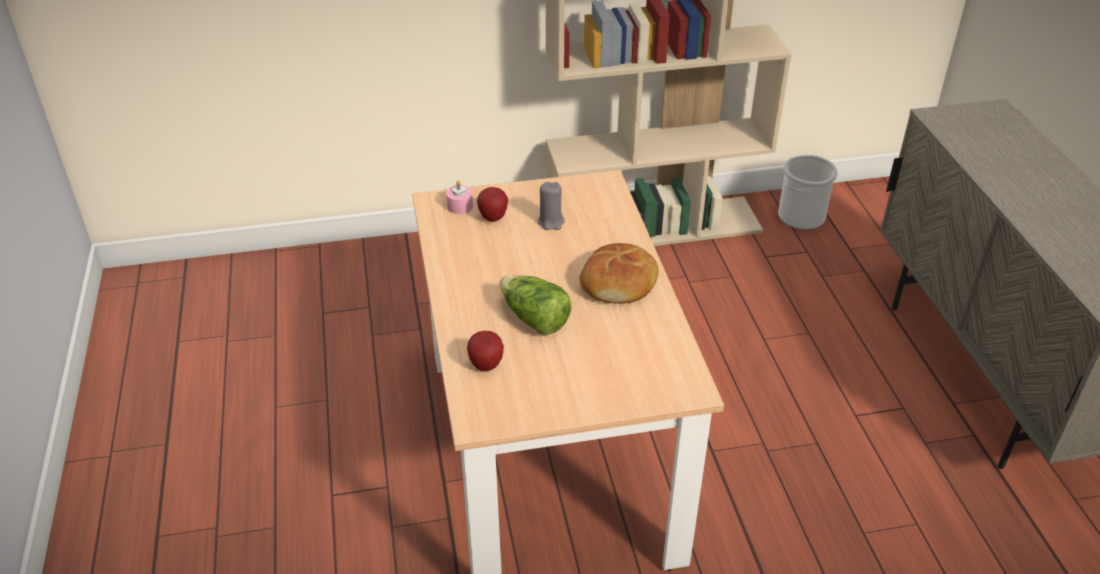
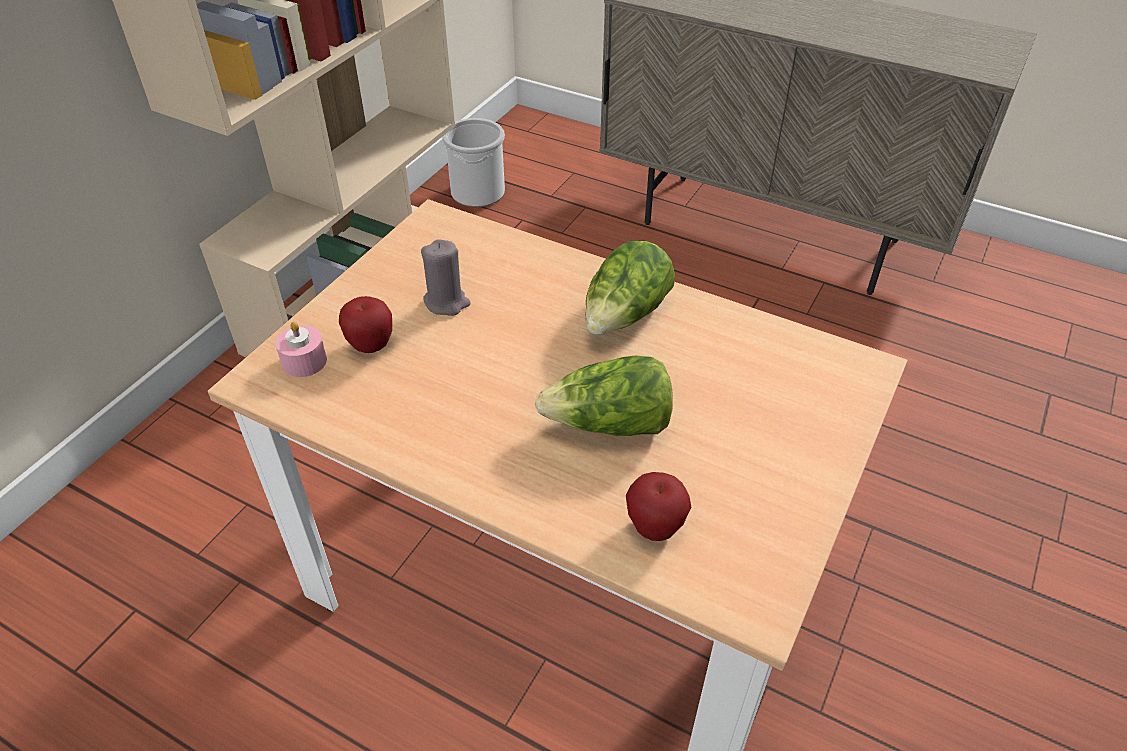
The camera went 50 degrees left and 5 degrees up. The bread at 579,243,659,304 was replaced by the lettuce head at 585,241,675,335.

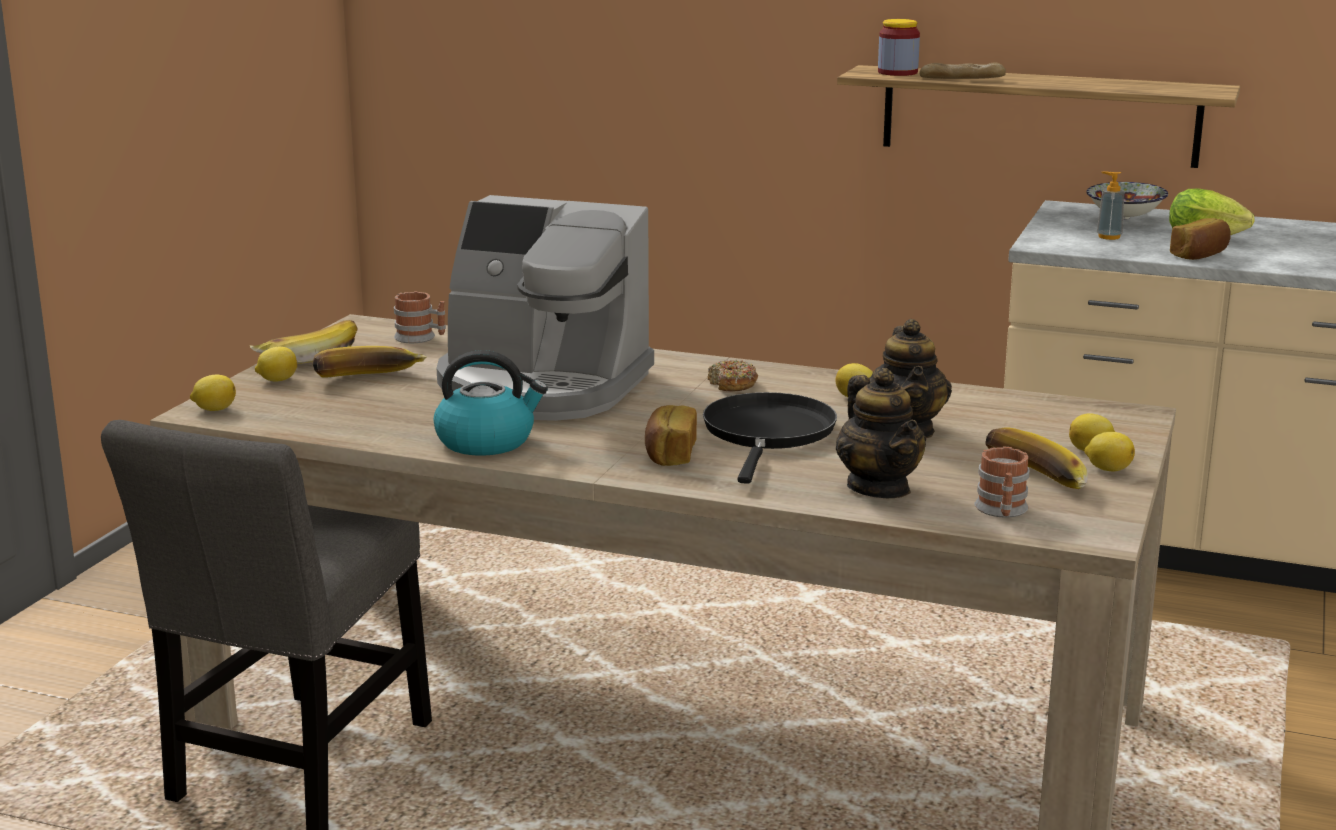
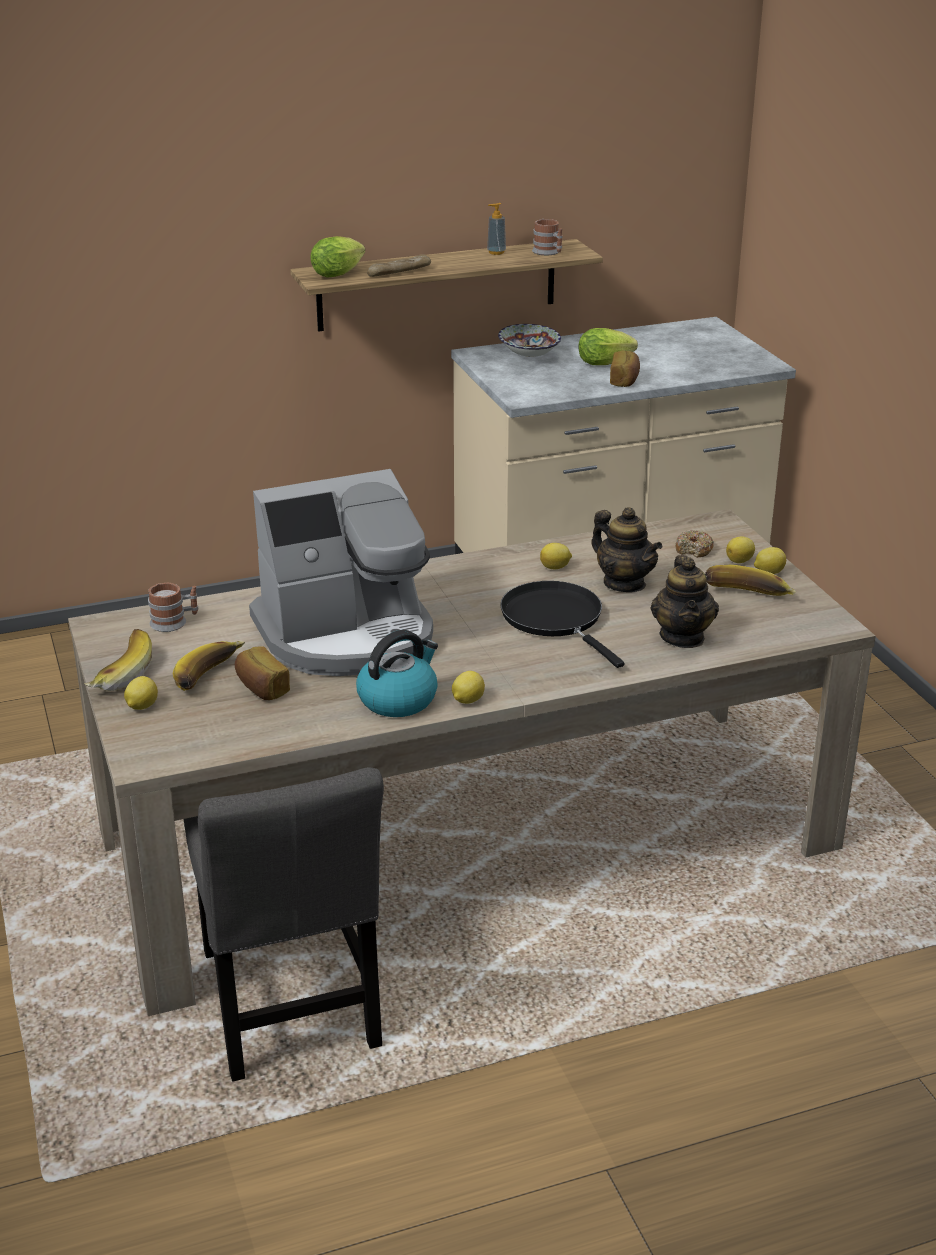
The camera went 40 degrees left and 10 degrees up. The bread moved from 645,405,697,466 to 235,646,290,700. The storage jar at 878,19,920,76 was replaced by the lettuce head at 310,236,365,277. The lemon moved from 190,375,236,411 to 452,671,485,704. The soap dispenser moved from 1097,171,1124,240 to 487,203,506,255. The tea mug moved from 975,446,1029,517 to 532,219,563,255. The teapot at 836,368,926,498 turned 60 degrees clockwise. The donut moved from 708,360,758,392 to 675,530,714,558.

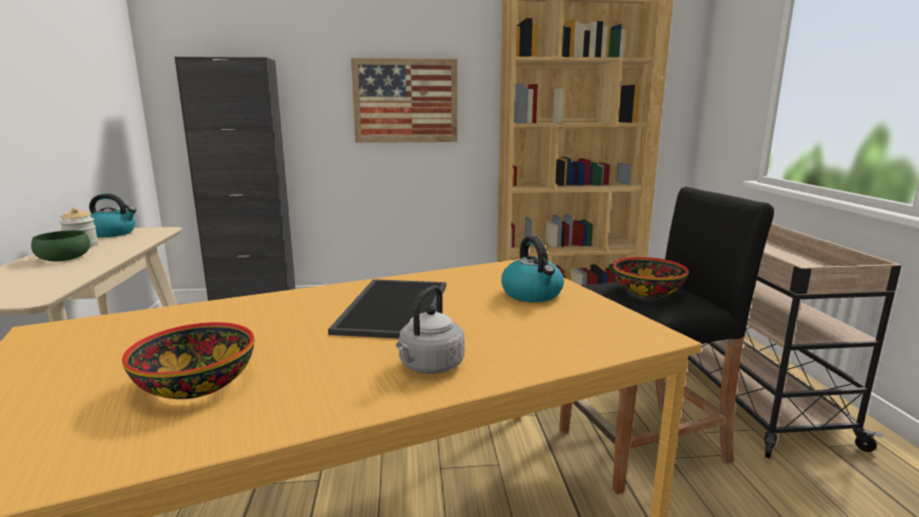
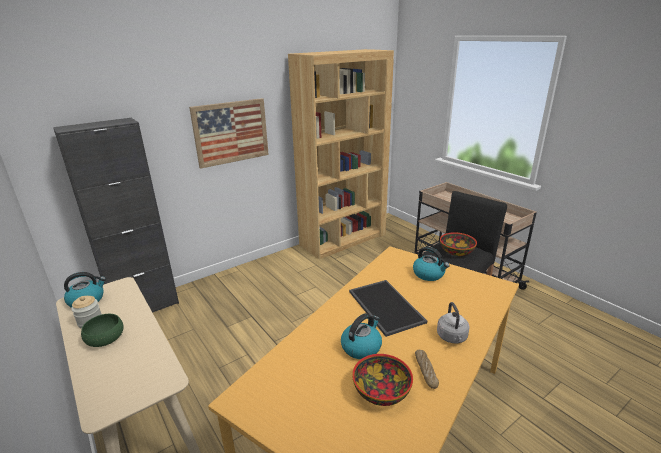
The camera went 30 degrees left and 10 degrees up. The water kettle at 341,313,382,359 appeared. The bread at 415,350,439,389 appeared.

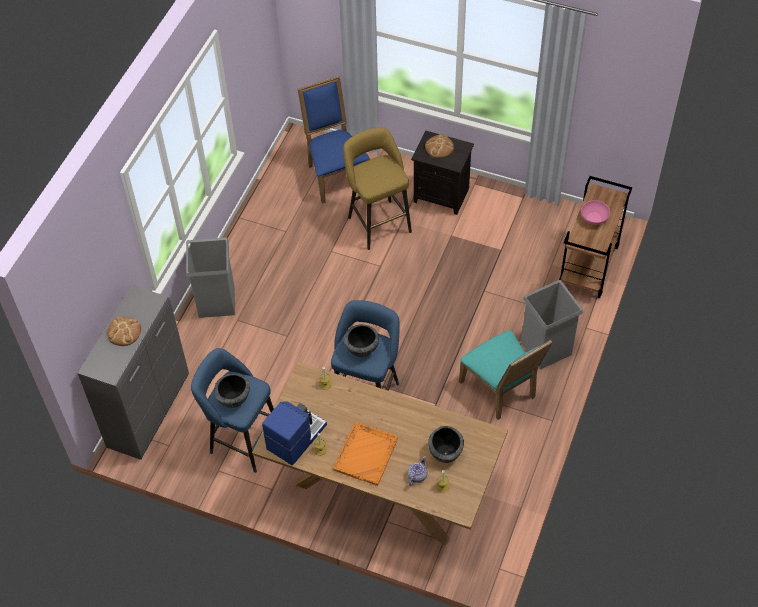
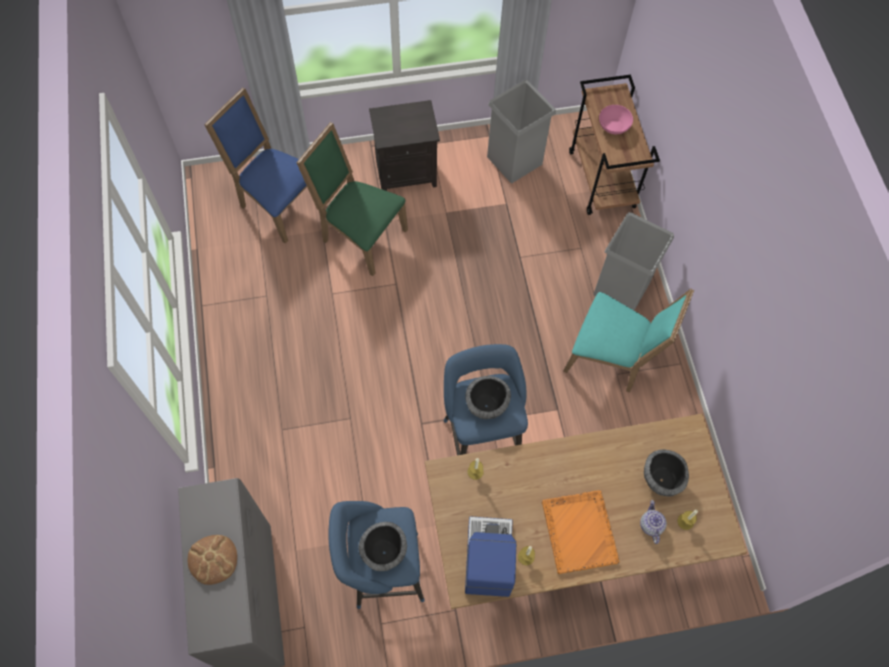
The camera went 35 degrees left and 10 degrees up. The yellowish sitting stool at 343,127,412,250 was replaced by the greenish upright chair at 296,122,408,276. The gray trash can moved from 186,237,235,318 to 487,80,556,183. The bread at 425,134,454,158 disappeared.

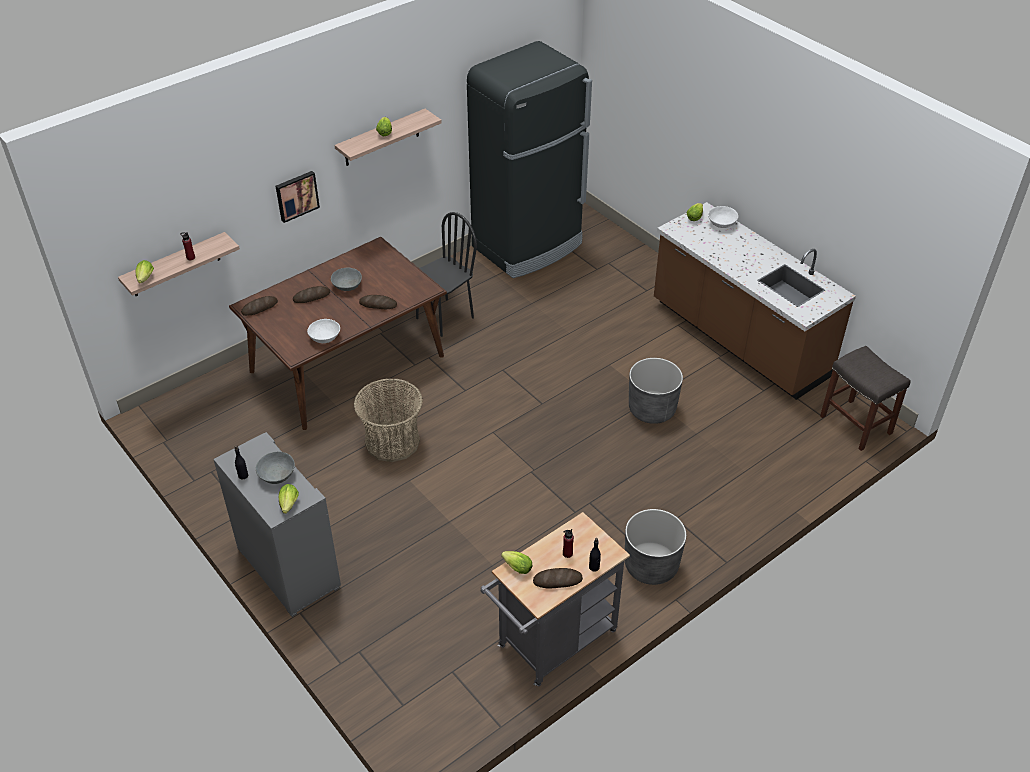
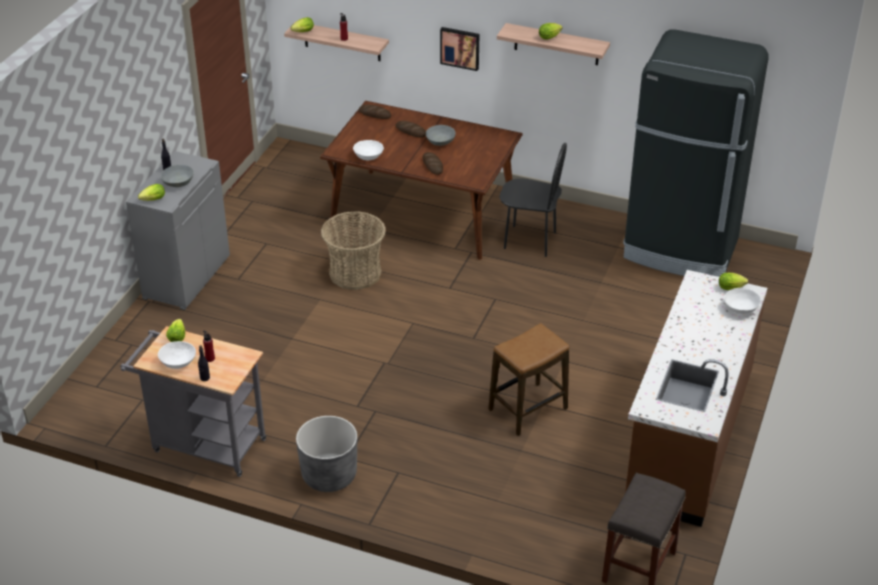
The camera went 60 degrees right and 5 degrees down. The bread at 533,568,583,589 was replaced by the white serving bowl at 158,341,196,369. The gray plant pot at 629,358,683,424 was replaced by the sitting stool at 488,323,569,436.

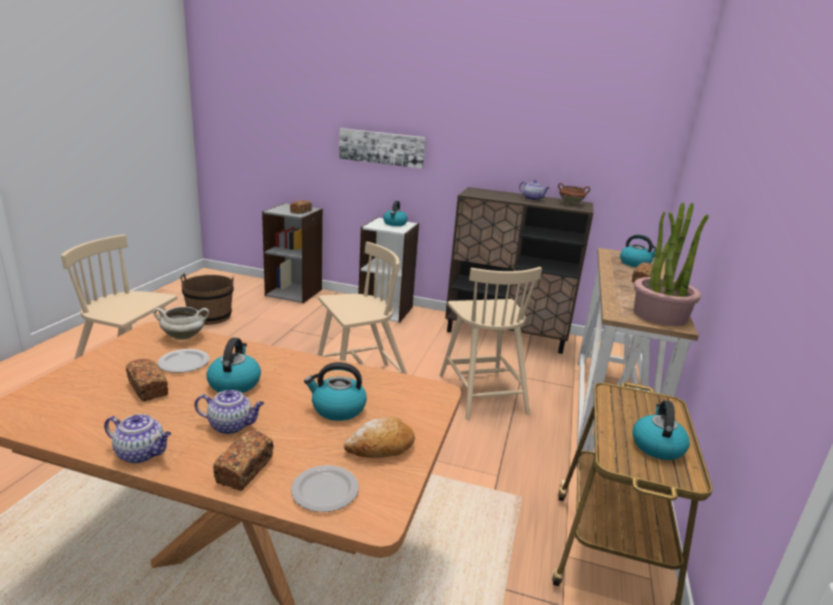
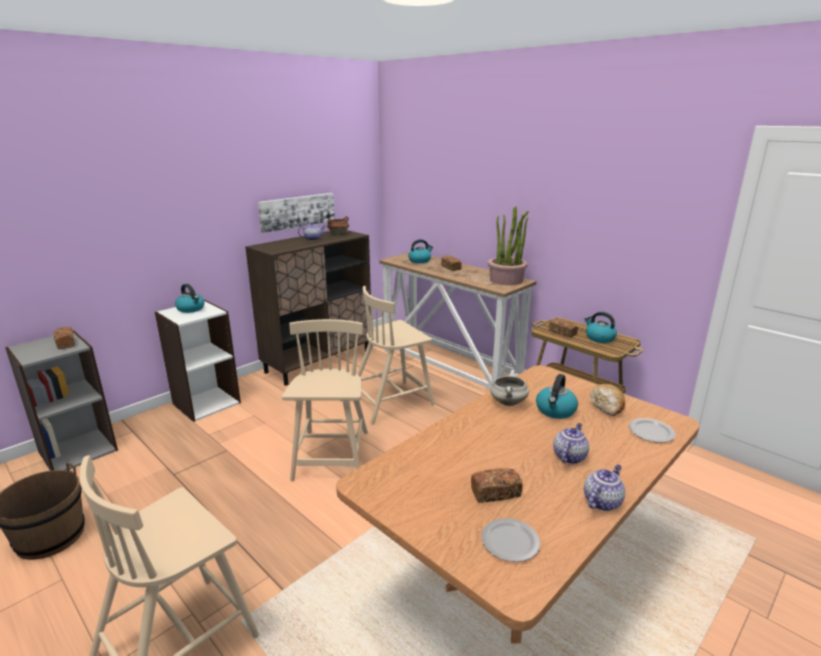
The camera went 60 degrees left and 0 degrees up. The wall picture moved from 339,128,426,169 to 258,193,335,233. The beige upright chair at 439,267,542,420 turned 135 degrees clockwise. The flat dish moved from 157,349,210,373 to 482,518,540,562. The white saucepot moved from 153,307,209,340 to 490,370,529,406. The bread moved from 213,430,274,491 to 549,318,578,338. The water kettle at 206,338,261,393 disappeared.

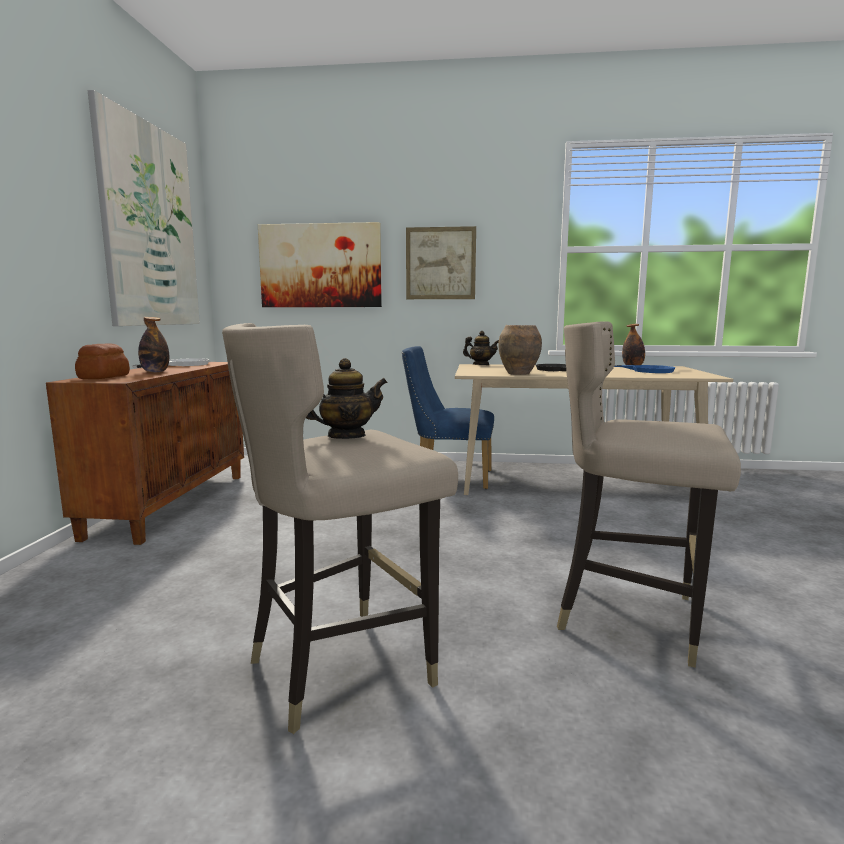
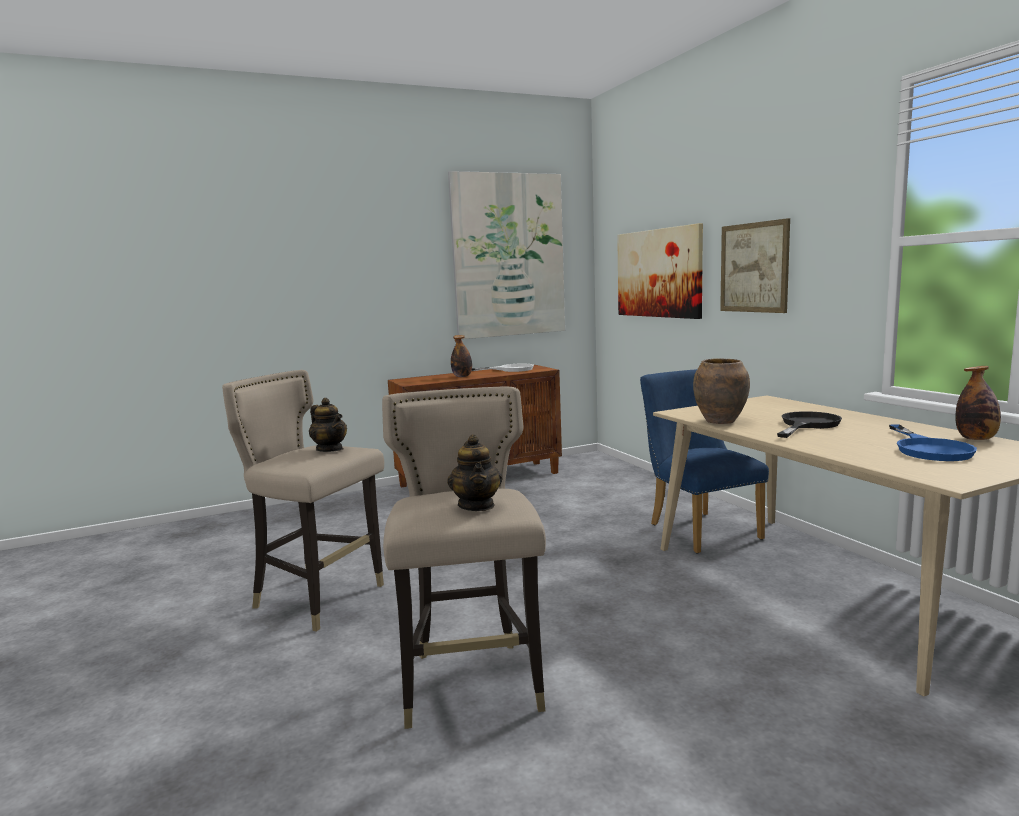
The camera went 60 degrees right and 0 degrees up. The teapot moved from 463,331,499,365 to 447,434,503,511. The bread at 75,343,130,379 disappeared.

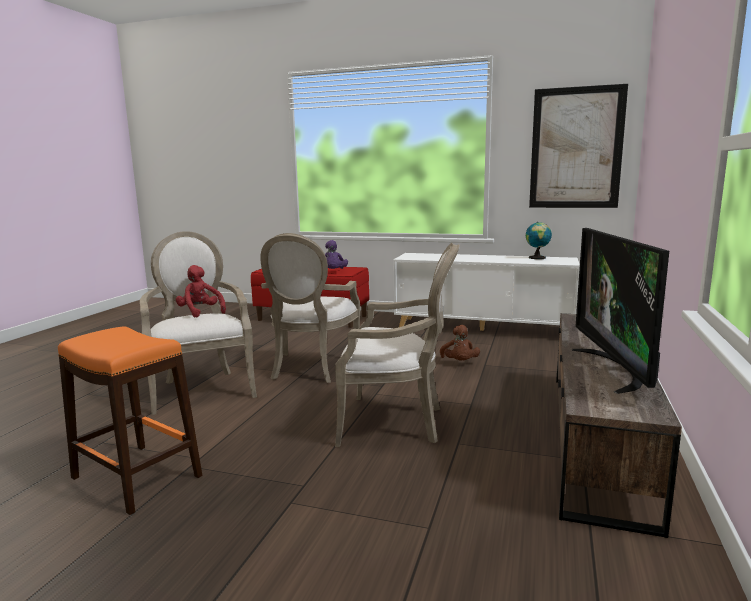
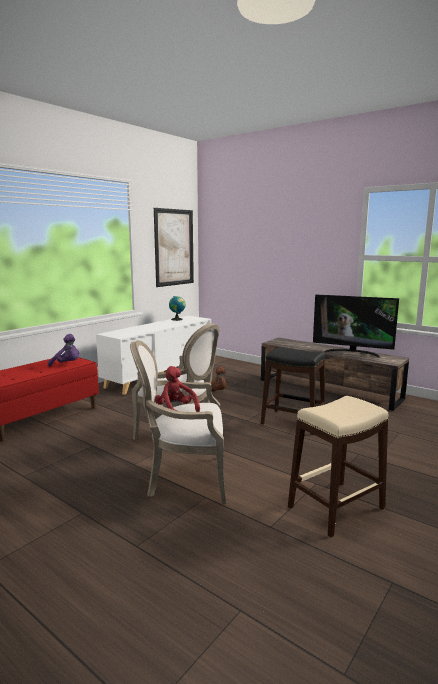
The camera went 70 degrees left and 0 degrees up. The red cuddly toy at 176,265,226,318 turned 75 degrees clockwise. The lounge chair at 335,243,460,447 was replaced by the black sitting stool at 261,347,325,435. The orange-coloured sitting stool at 58,327,202,515 became the beige sitting stool at 288,396,388,537.

